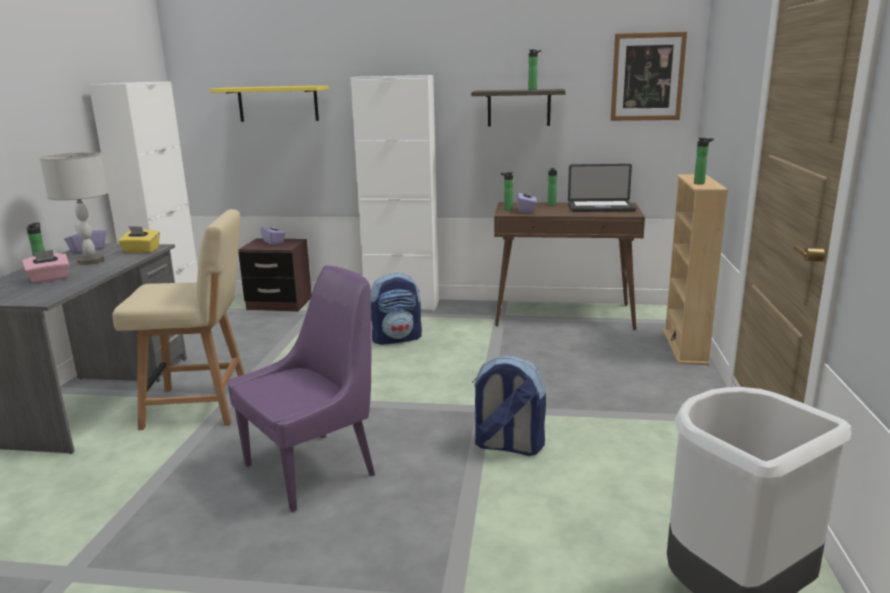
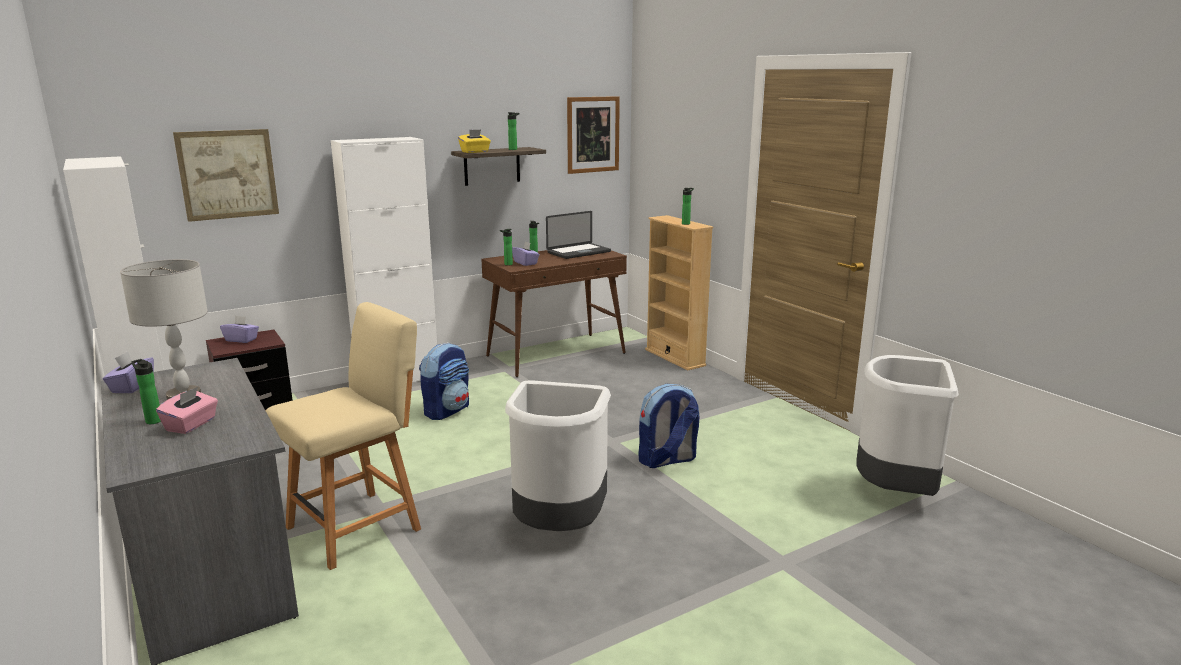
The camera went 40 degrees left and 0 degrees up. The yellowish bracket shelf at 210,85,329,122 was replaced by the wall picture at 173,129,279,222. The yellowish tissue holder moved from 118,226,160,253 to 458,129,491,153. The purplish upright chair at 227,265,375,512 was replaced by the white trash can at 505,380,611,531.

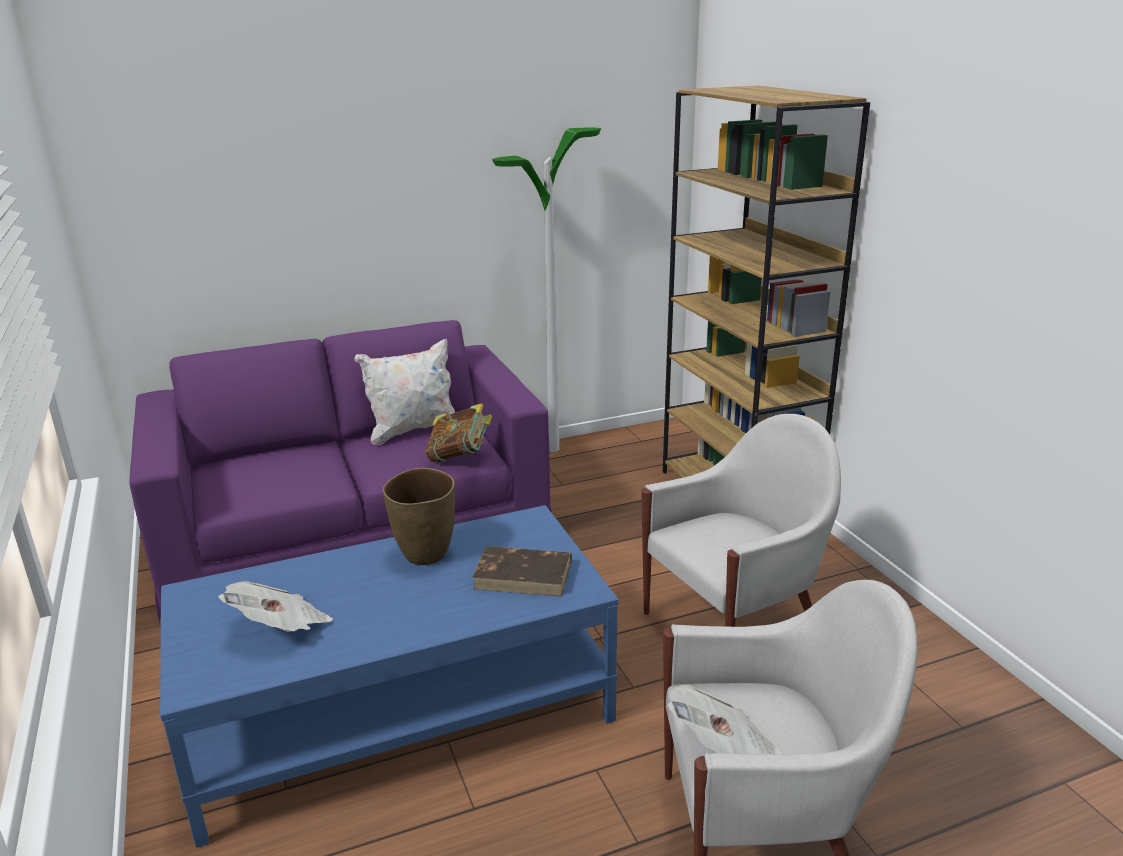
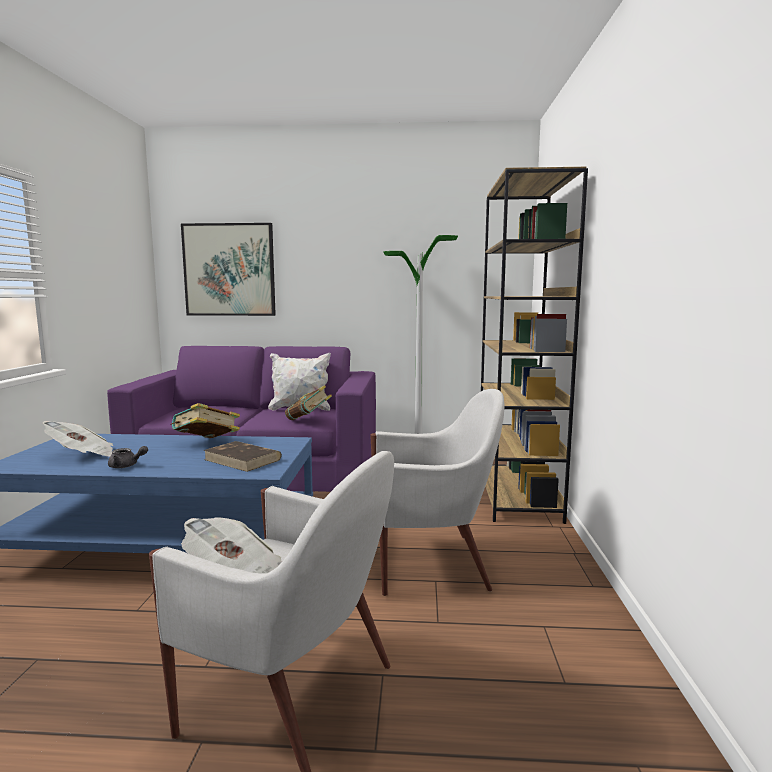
The camera went 25 degrees right and 15 degrees down. The gray teapot at 108,446,148,468 appeared. The brown-coloured vase at 383,468,455,565 was replaced by the bound book at 170,403,240,438. The wall picture at 181,223,276,316 appeared.

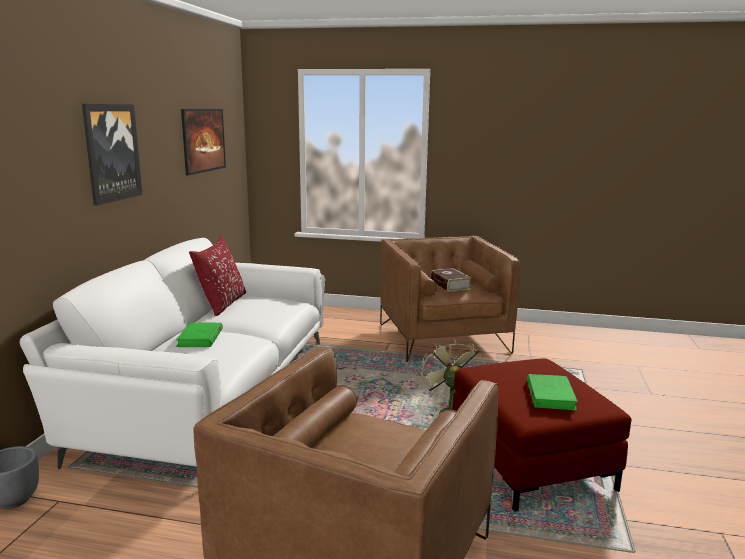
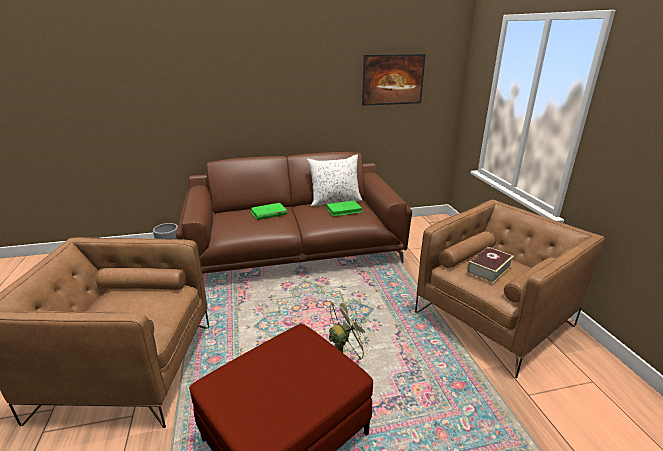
The camera went 65 degrees right and 10 degrees up. The white settee at 20,238,325,469 became the brown-coloured settee at 176,152,412,274. The red pillow at 189,236,246,316 became the white pillow at 307,155,362,207. The greenish bound book moved from 527,374,578,410 to 326,201,362,217. The wall picture at 82,104,142,205 disappeared.

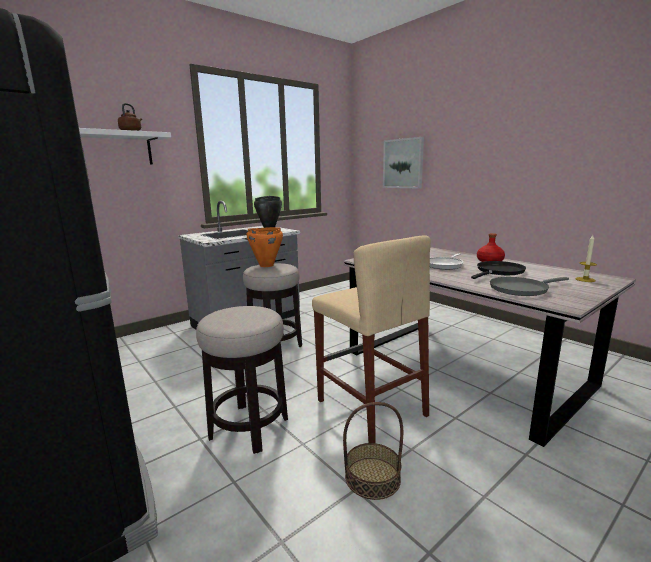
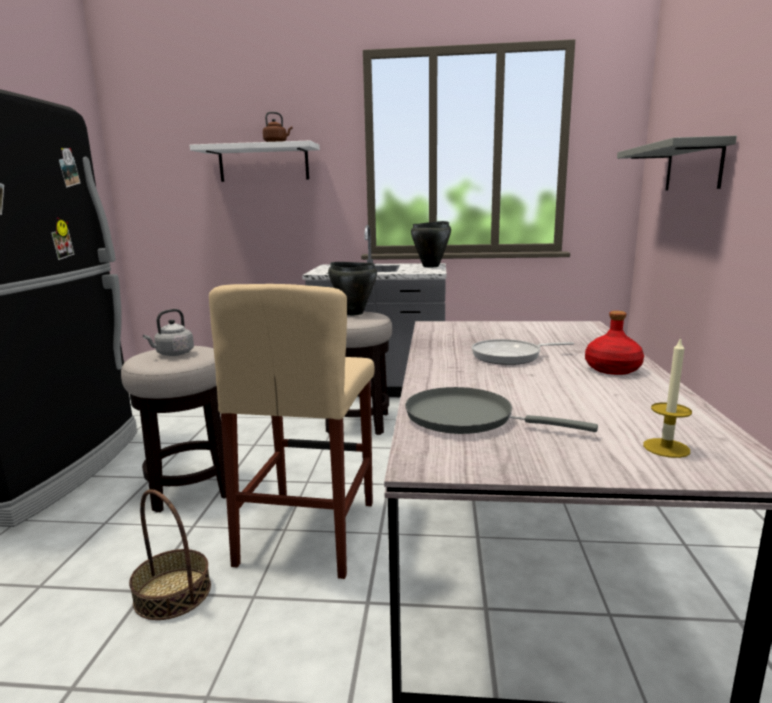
The camera went 45 degrees right and 0 degrees up. The gray water kettle at 143,309,194,356 appeared. The orange-coloured saucepot at 247,227,283,267 became the black saucepot at 328,262,377,315. The wall picture at 383,137,424,189 was replaced by the gray bracket shelf at 617,136,737,191. The black skillet at 471,261,526,279 disappeared.

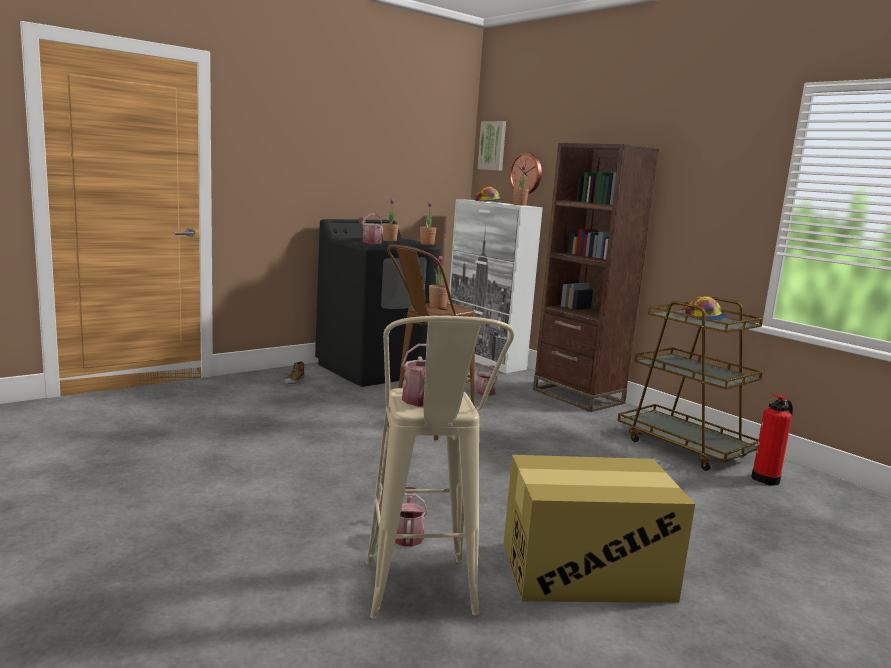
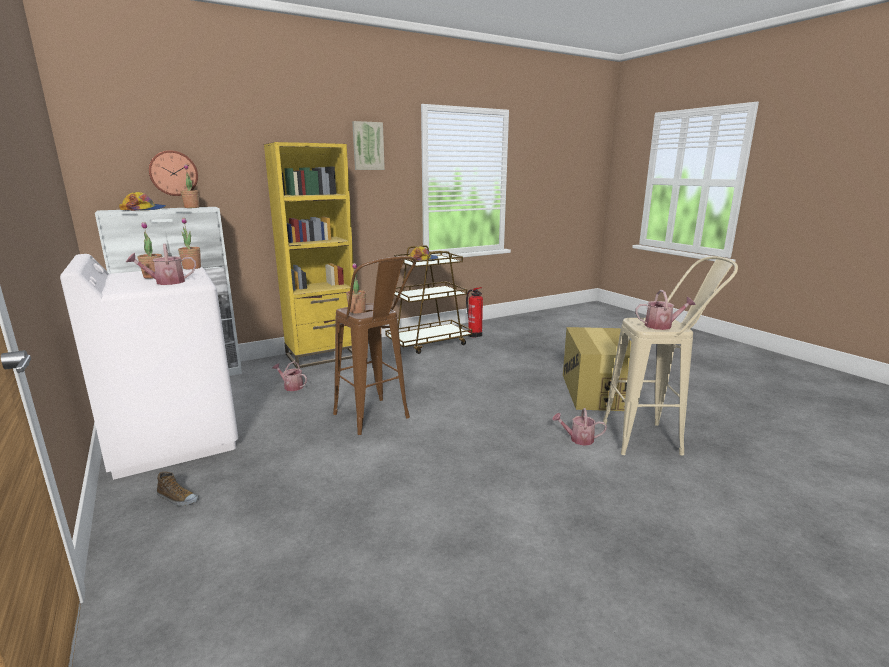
The camera went 80 degrees left and 5 degrees up. The black laundry machine at 315,219,441,387 became the white laundry machine at 60,254,238,480. The brown-coloured bookshelf at 533,143,659,412 became the yellowish bookshelf at 264,142,354,369. The wall picture moved from 477,121,506,171 to 352,121,385,170.

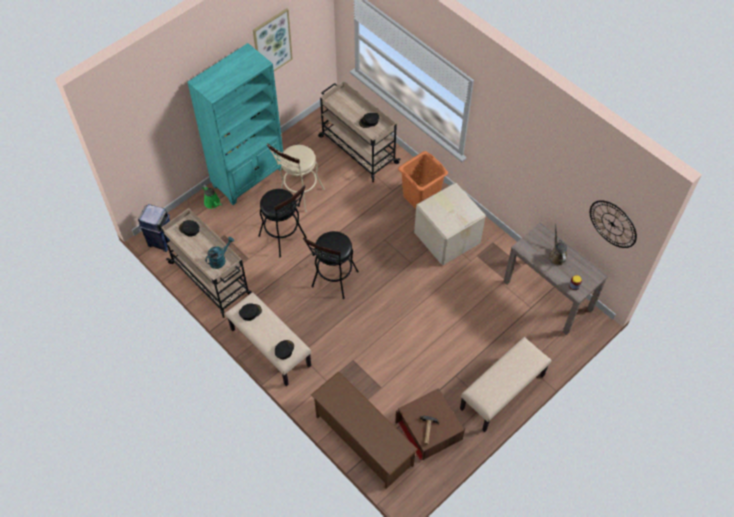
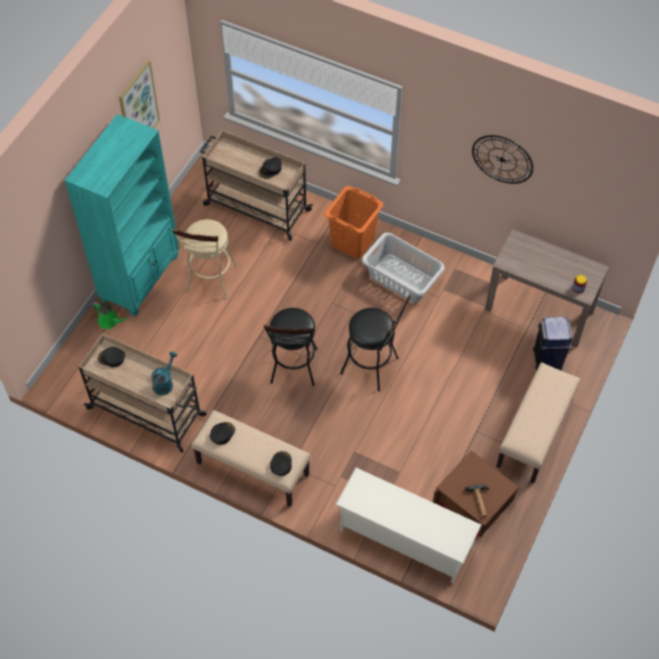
The camera went 20 degrees left and 0 degrees up. The brown-coloured shoe stand at 311,371,418,489 became the white shoe stand at 336,468,481,583. The black sitting stool moved from 258,185,307,258 to 340,295,411,391. The carton at 414,183,486,265 was replaced by the gray washing basket at 362,233,445,303. The clock on the wall moved from 590,200,637,248 to 472,135,533,184. The blue-coloured trash can moved from 138,204,170,252 to 533,317,573,370. The brown-coloured watering can at 549,223,567,266 disappeared.

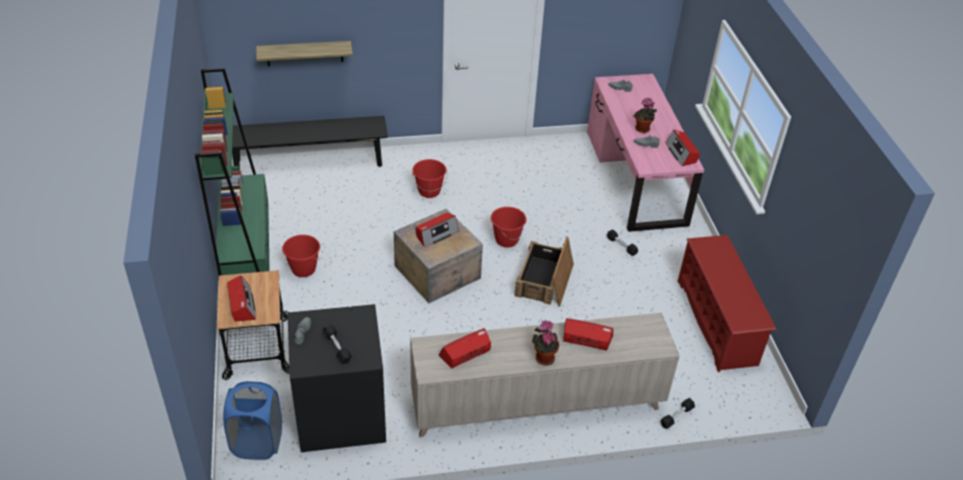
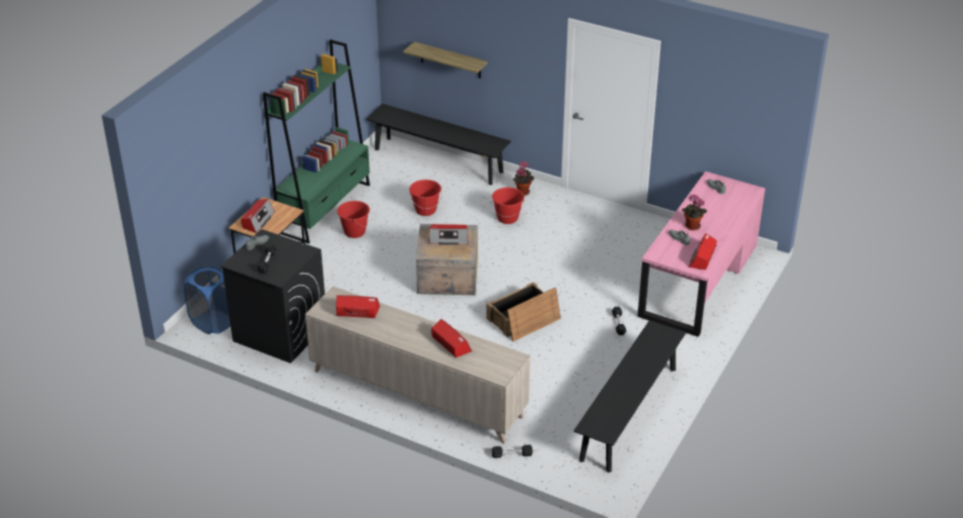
The camera went 40 degrees right and 5 degrees down. The red pail moved from 491,207,526,248 to 409,180,442,216. The potted plant moved from 532,320,559,366 to 513,161,534,196. The red shoe stand at 678,235,776,372 was replaced by the black long seat at 574,320,686,473.

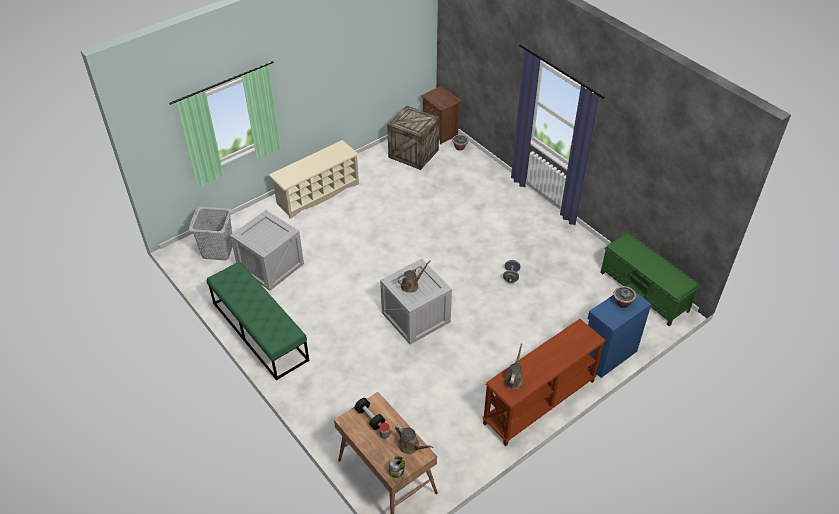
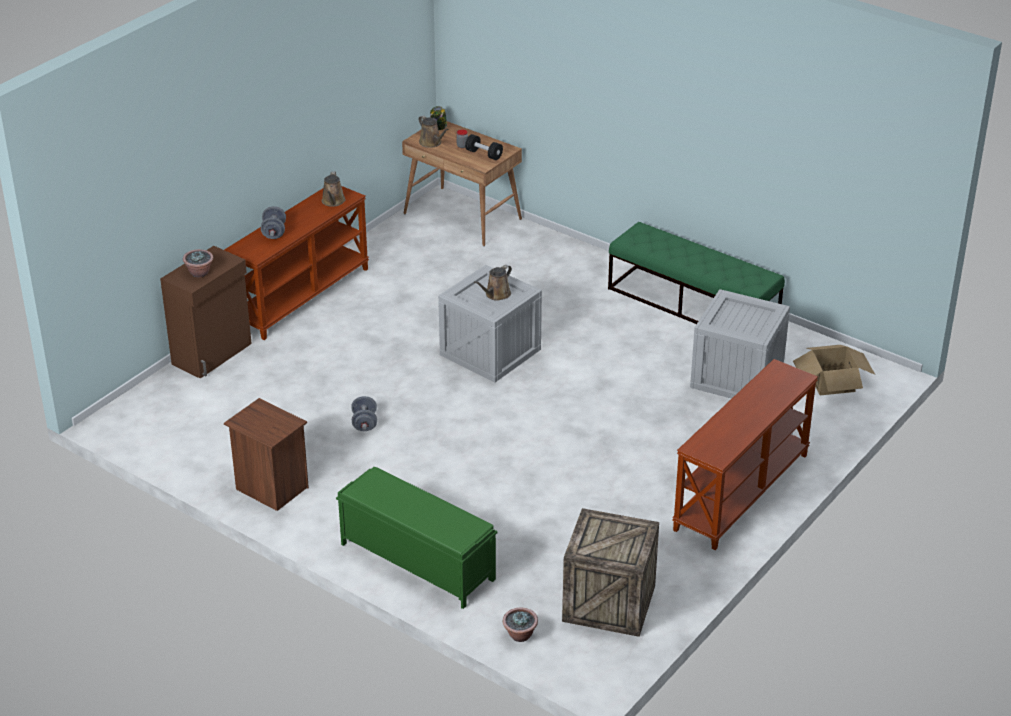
The camera went 165 degrees right and 10 degrees down. The blue-coloured cabinet at 588,285,651,378 became the brown-coloured cabinet at 160,246,252,379. The brown-coloured bedside table moved from 421,86,462,145 to 224,398,309,511. The gray free weight at 261,206,286,239 appeared. The greenish long seat moved from 601,232,699,326 to 336,467,498,609. The brown-coloured watering can at 395,425,433,454 turned 150 degrees counterclockwise. The beige shoe stand at 269,140,359,219 was replaced by the brown-coloured console table at 672,359,818,550. The gray washing basket at 189,207,233,260 was replaced by the carton at 793,345,875,395.

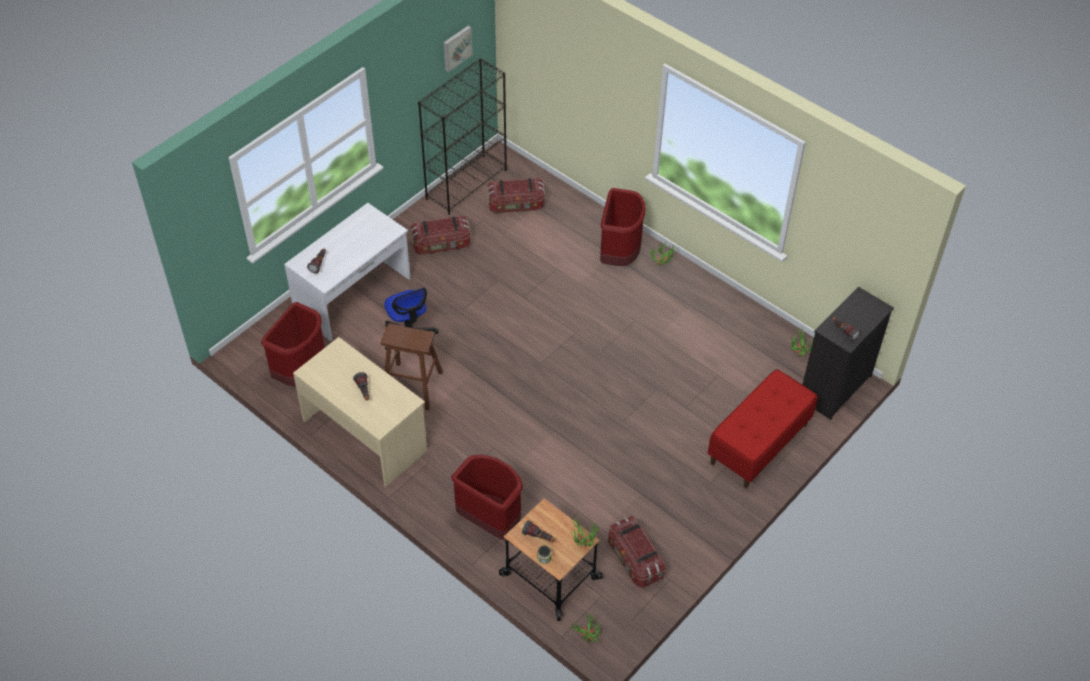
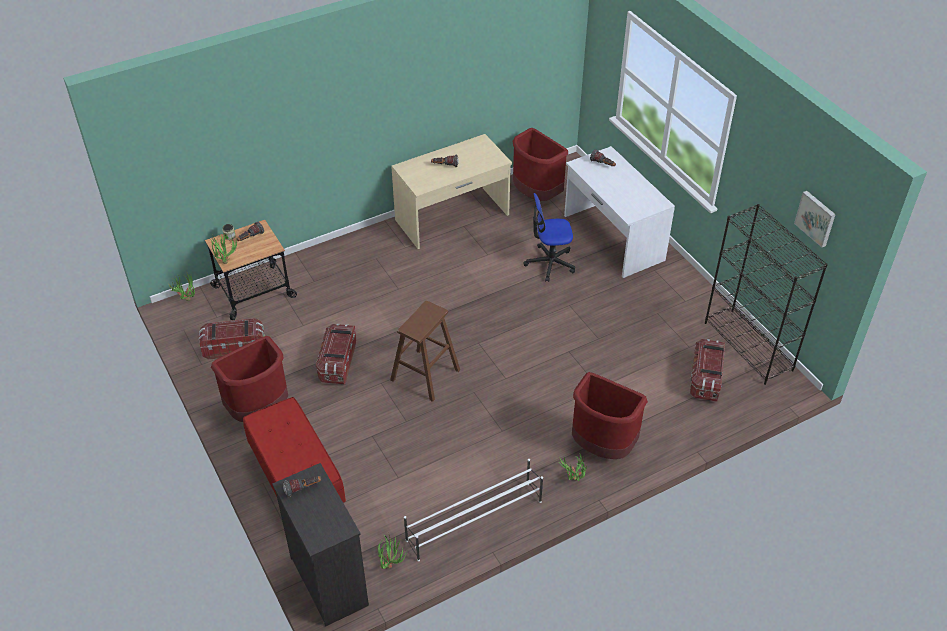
The camera went 110 degrees right and 5 degrees down. The red trash can moved from 451,455,523,540 to 211,336,288,422. The storage box moved from 411,216,470,255 to 316,324,356,385. The brown-coloured sitting stool moved from 381,324,443,411 to 390,301,460,402. The white shoe stand at 404,459,543,562 appeared.

